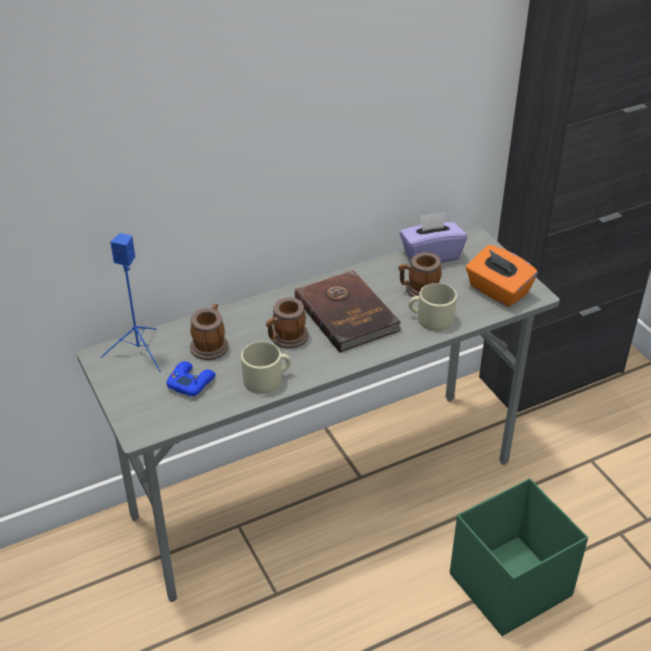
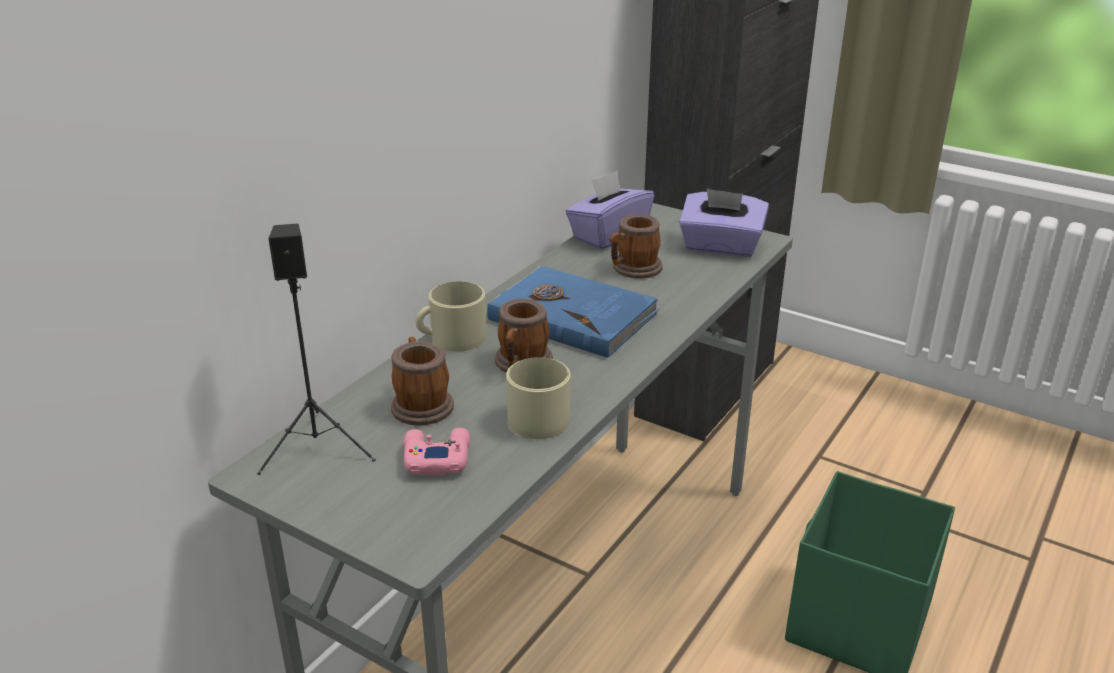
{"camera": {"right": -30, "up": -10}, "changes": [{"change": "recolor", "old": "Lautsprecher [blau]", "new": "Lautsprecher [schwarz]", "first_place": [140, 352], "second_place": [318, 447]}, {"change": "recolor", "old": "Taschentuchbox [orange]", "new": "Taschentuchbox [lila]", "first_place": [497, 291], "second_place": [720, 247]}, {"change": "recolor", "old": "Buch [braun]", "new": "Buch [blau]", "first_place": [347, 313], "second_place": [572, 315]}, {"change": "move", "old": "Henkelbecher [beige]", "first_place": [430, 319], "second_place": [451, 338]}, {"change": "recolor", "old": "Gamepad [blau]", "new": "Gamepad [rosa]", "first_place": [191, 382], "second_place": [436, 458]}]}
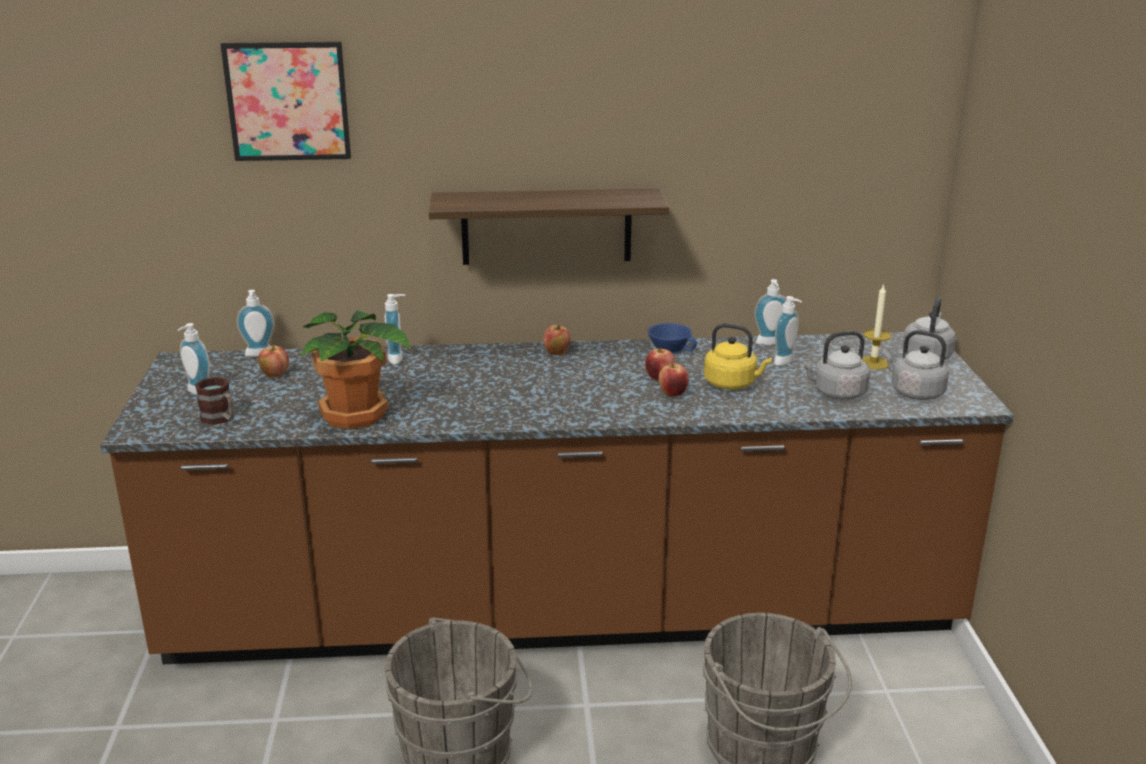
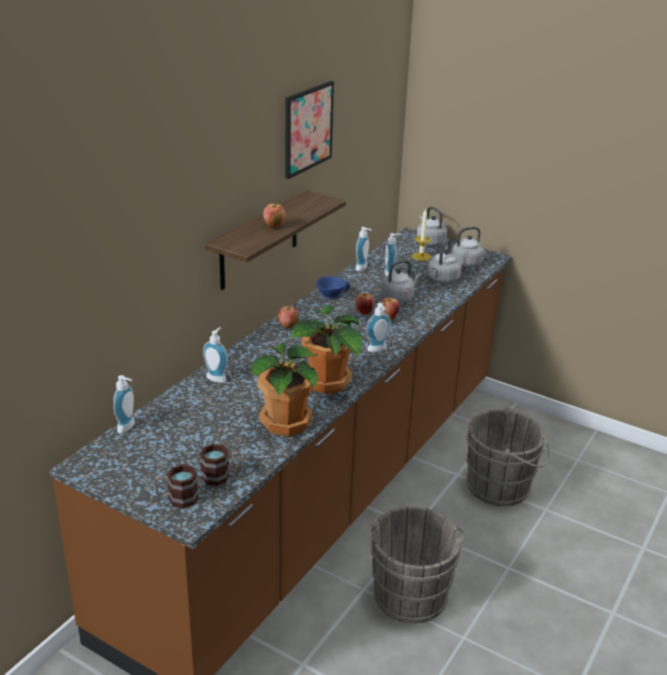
{"camera": {"right": -55, "up": 5}, "changes": [{"change": "move", "old": "Bild", "first_place": [287, 101], "second_place": [308, 128]}, {"change": "move", "old": "Seifenspender", "first_place": [197, 392], "second_place": [378, 350]}, {"change": "recolor", "old": "Wasserkessel [gelb]", "new": "Wasserkessel [grau]", "first_place": [732, 384], "second_place": [398, 298]}, {"change": "move", "old": "Apfel", "first_place": [275, 375], "second_place": [274, 226]}, {"change": "insert", "new": "Topfpflanze", "second_place": [327, 383]}, {"change": "insert", "new": "Henkelbecher", "second_place": [177, 499]}]}
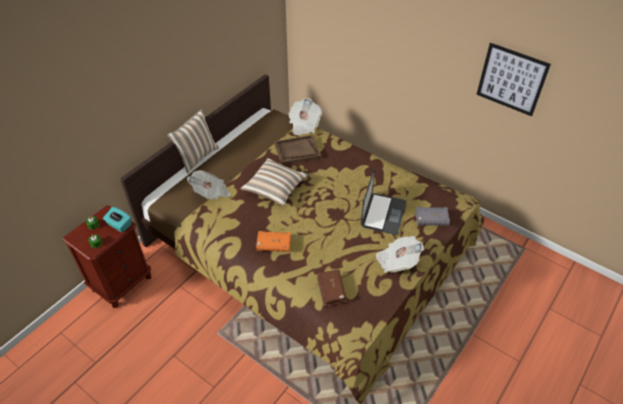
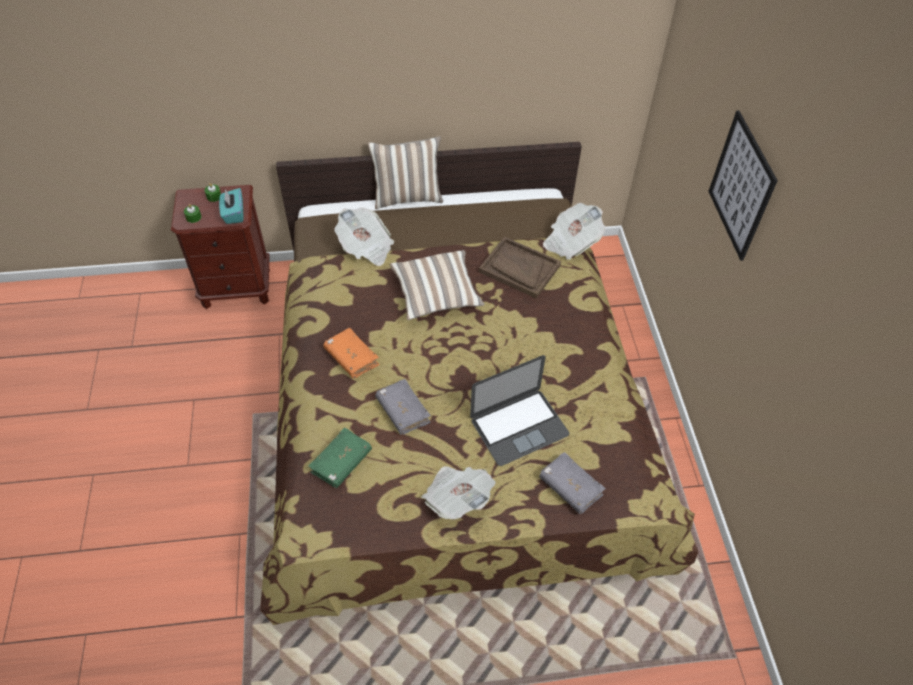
{"camera": {"right": 45, "up": 5}, "changes": [{"change": "move", "old": "Bild", "first_place": [511, 79], "second_place": [741, 186]}, {"change": "recolor", "old": "Buch [braun]", "new": "Buch [grün]", "first_place": [331, 290], "second_place": [341, 462]}, {"change": "insert", "new": "Buch [grau]", "second_place": [403, 411]}]}
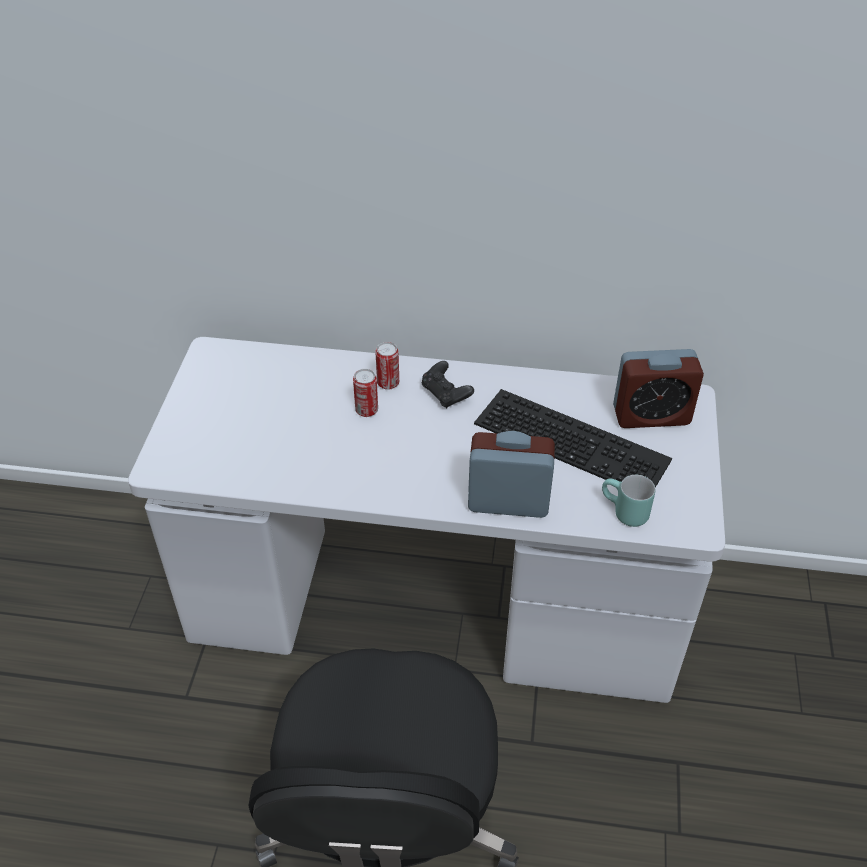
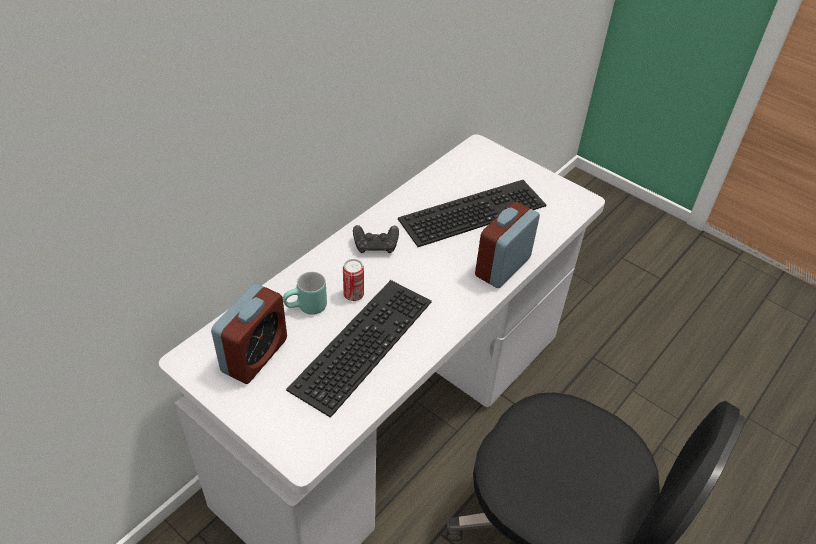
{"camera": {"right": -60, "up": 0}, "changes": [{"change": "delete", "old": "Dose", "first_place": [388, 383]}, {"change": "move", "old": "Wecker", "first_place": [651, 415], "second_place": [254, 355]}, {"change": "move", "old": "Henkelbecher [türkis]", "first_place": [623, 513], "second_place": [307, 309]}, {"change": "insert", "new": "Tastatur", "second_place": [361, 341]}]}
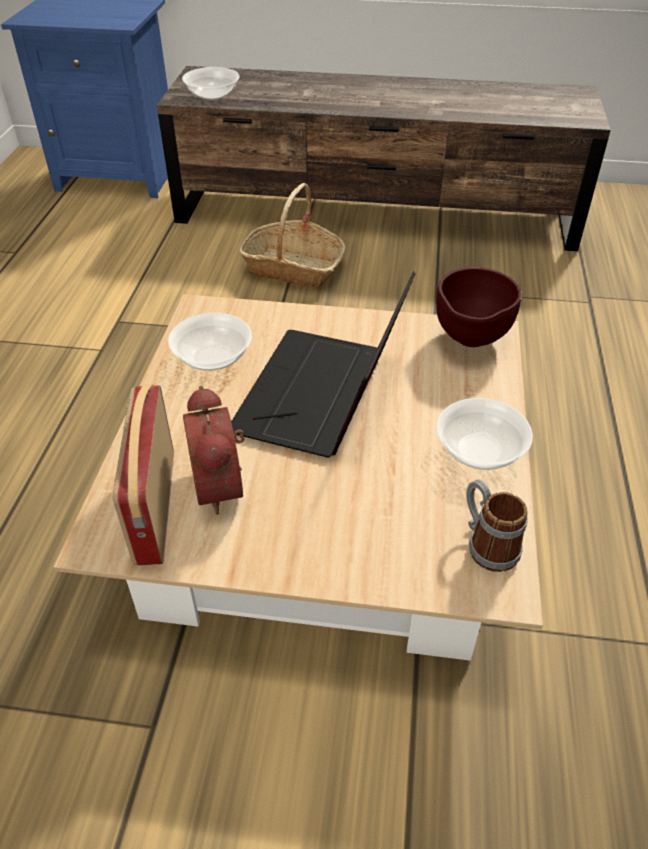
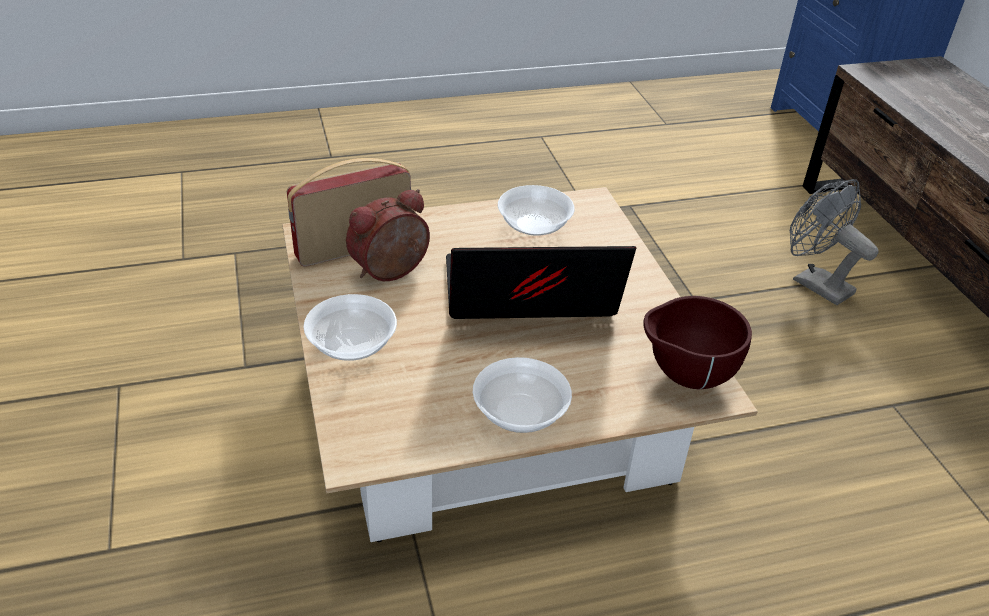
{"camera": {"right": 65, "up": -5}, "changes": [{"change": "move", "old": "Schüssel", "first_place": [213, 95], "second_place": [352, 345]}, {"change": "replace", "old": "Korb", "new": "Ventilator [grau]", "first_place": [293, 268], "second_place": [814, 283]}, {"change": "delete", "old": "Henkelbecher", "first_place": [486, 544]}]}
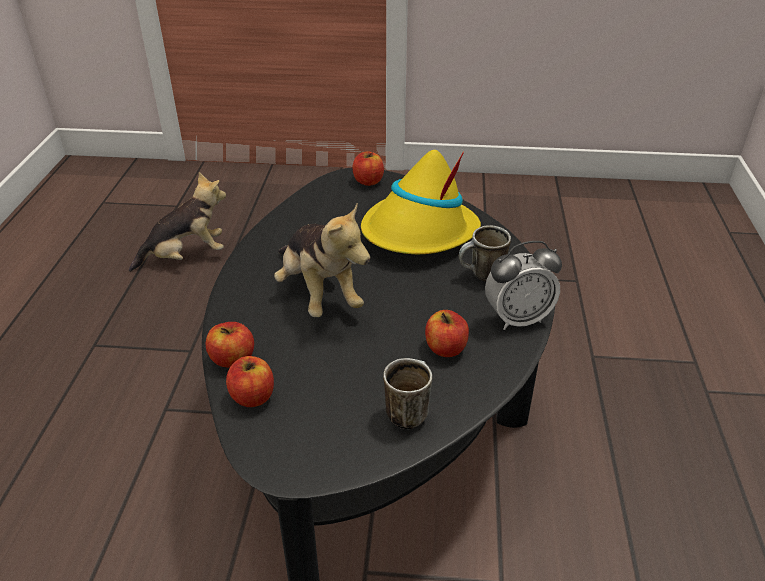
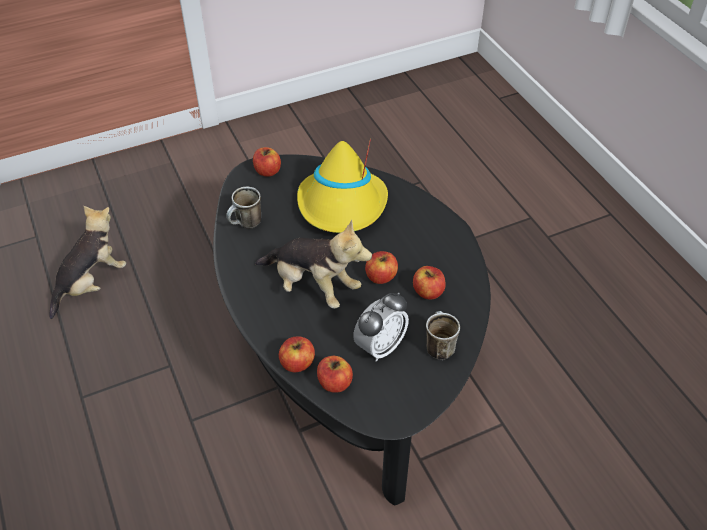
{"camera": {"right": -30, "up": 10}, "changes": [{"change": "move", "old": "Henkelbecher", "first_place": [482, 276], "second_place": [246, 225]}, {"change": "move", "old": "Wecker", "first_place": [517, 319], "second_place": [380, 346]}, {"change": "insert", "new": "Apfel", "second_place": [381, 276]}]}
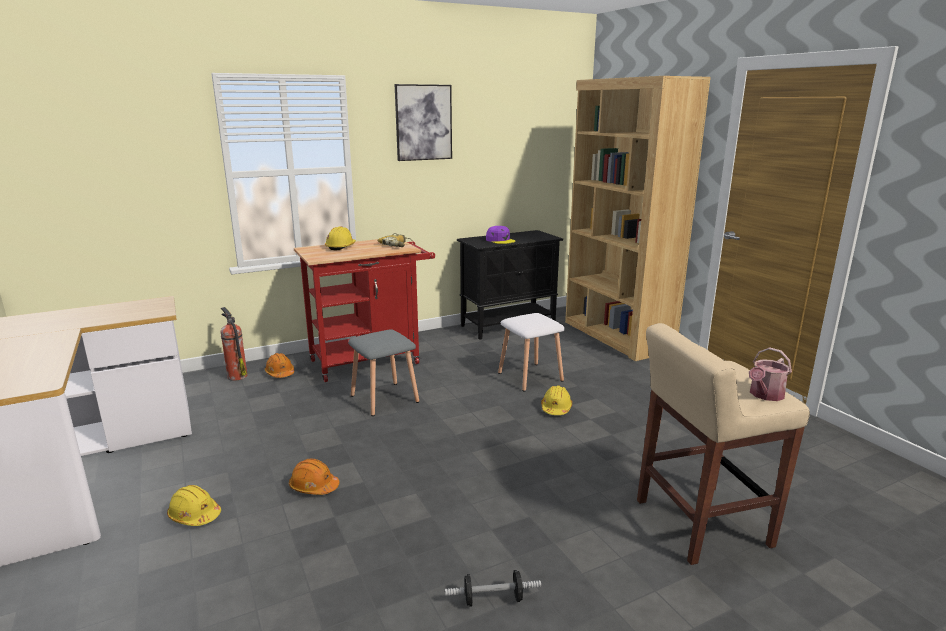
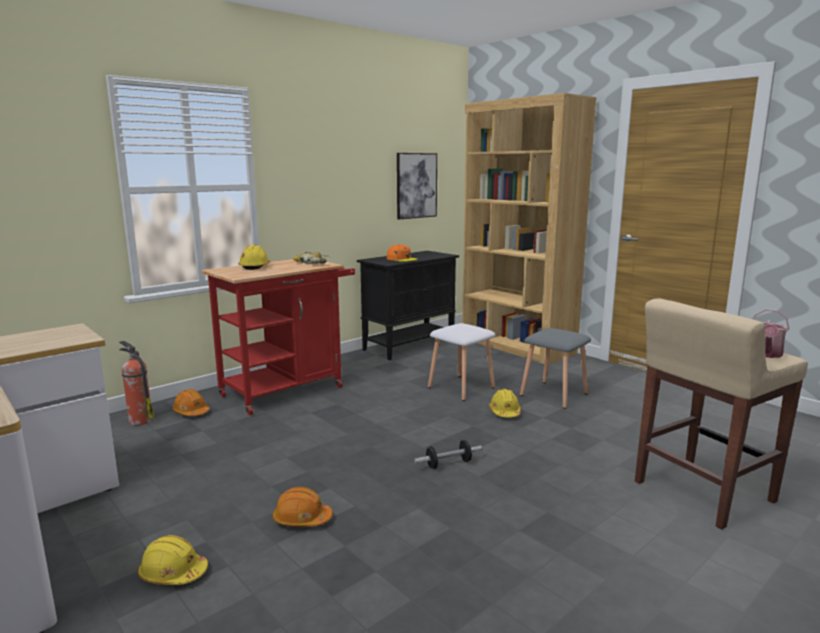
{"camera": {"right": -15, "up": -5}, "changes": [{"change": "move", "old": "Bild", "first_place": [423, 122], "second_place": [416, 185]}, {"change": "recolor", "old": "Kappe [lila]", "new": "Kappe [orange]", "first_place": [500, 240], "second_place": [402, 259]}, {"change": "move", "old": "Hocker [grau]", "first_place": [385, 399], "second_place": [555, 394]}, {"change": "move", "old": "Hantel", "first_place": [493, 599], "second_place": [448, 464]}]}
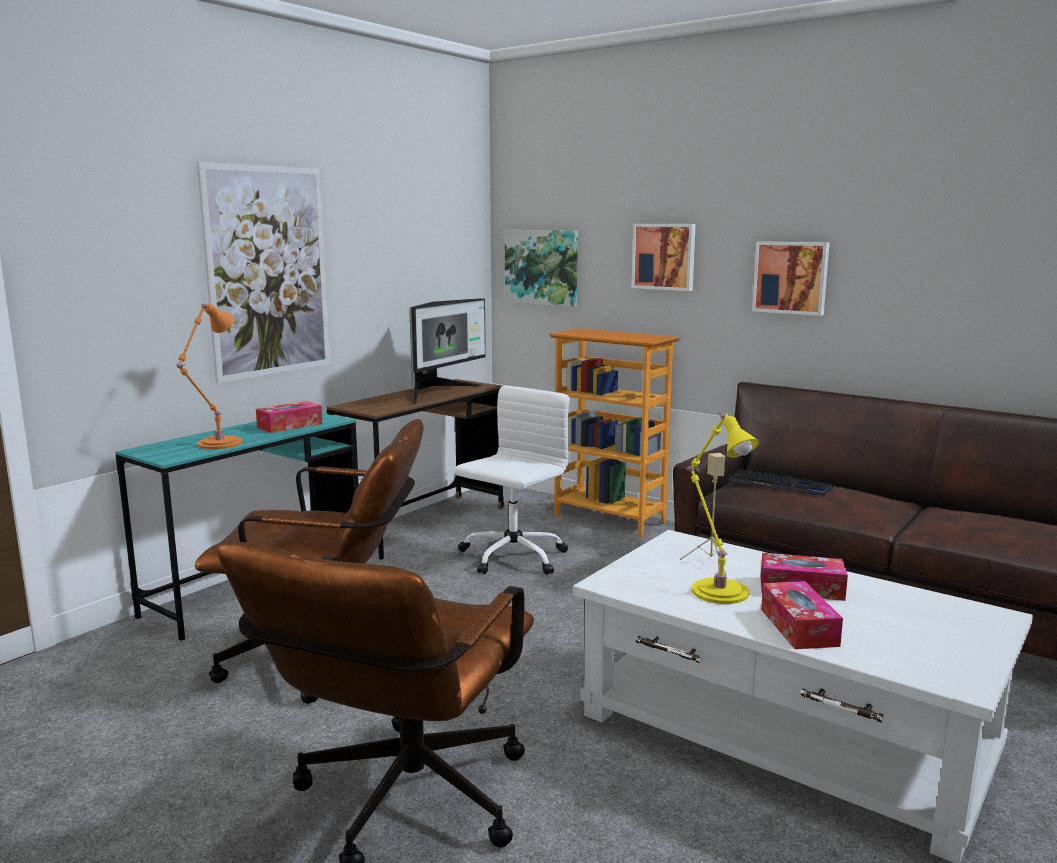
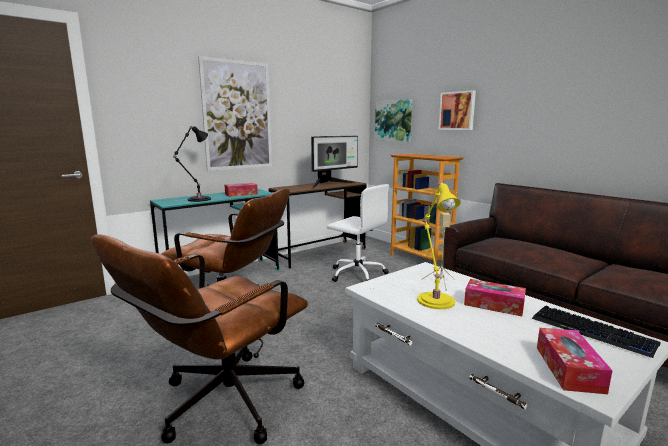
{"camera": {"right": 15, "up": 0}, "changes": [{"change": "delete", "old": "Bild", "first_place": [791, 277]}, {"change": "recolor", "old": "Tischlampe [orange]", "new": "Tischlampe [schwarz]", "first_place": [217, 444], "second_place": [197, 199]}, {"change": "rotate", "old": "Bürostuhl [weiß]", "first_place": [512, 557], "second_place": [357, 274], "degrees": 75}, {"change": "move", "old": "Tastatur", "first_place": [780, 485], "second_place": [592, 331]}, {"change": "move", "old": "Taschentuchbox", "first_place": [799, 627], "second_place": [569, 369]}]}
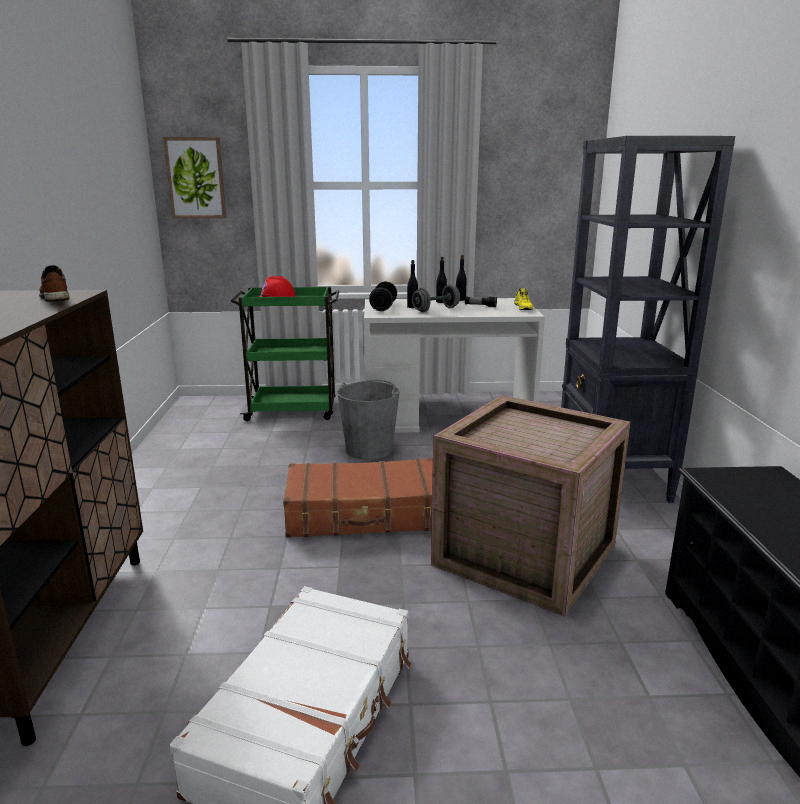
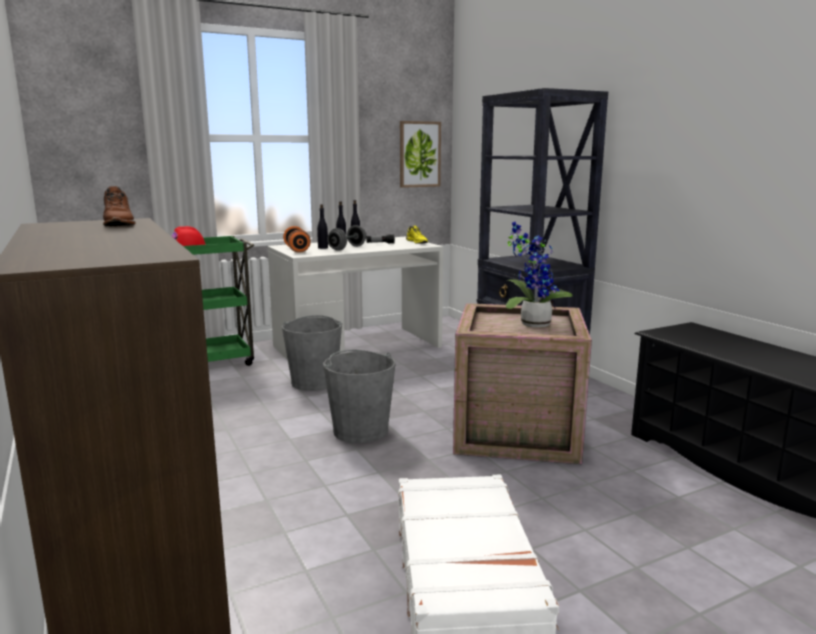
{"camera": {"right": -25, "up": -5}, "changes": [{"change": "move", "old": "Bild", "first_place": [196, 178], "second_place": [419, 154]}, {"change": "rotate", "old": "Schuh [braun]", "first_place": [55, 298], "second_place": [119, 224], "degrees": -150}, {"change": "recolor", "old": "Hantel [schwarz]", "new": "Hantel [orange]", "first_place": [383, 307], "second_place": [297, 250]}, {"change": "replace", "old": "Koffer [braun]", "new": "Eimer [grau]", "first_place": [364, 514], "second_place": [360, 430]}, {"change": "insert", "new": "Topfpflanze", "second_place": [531, 324]}]}
